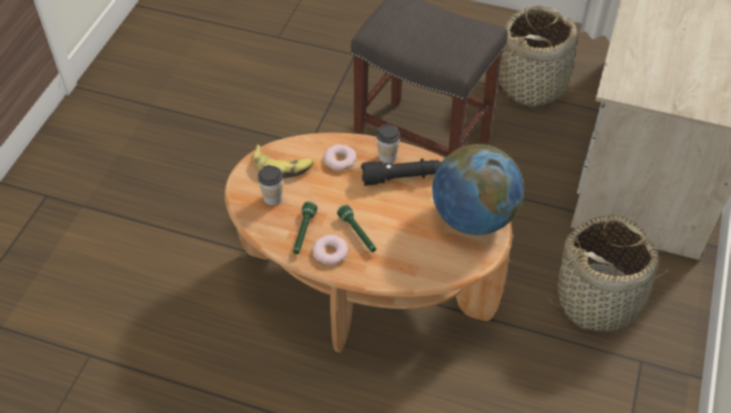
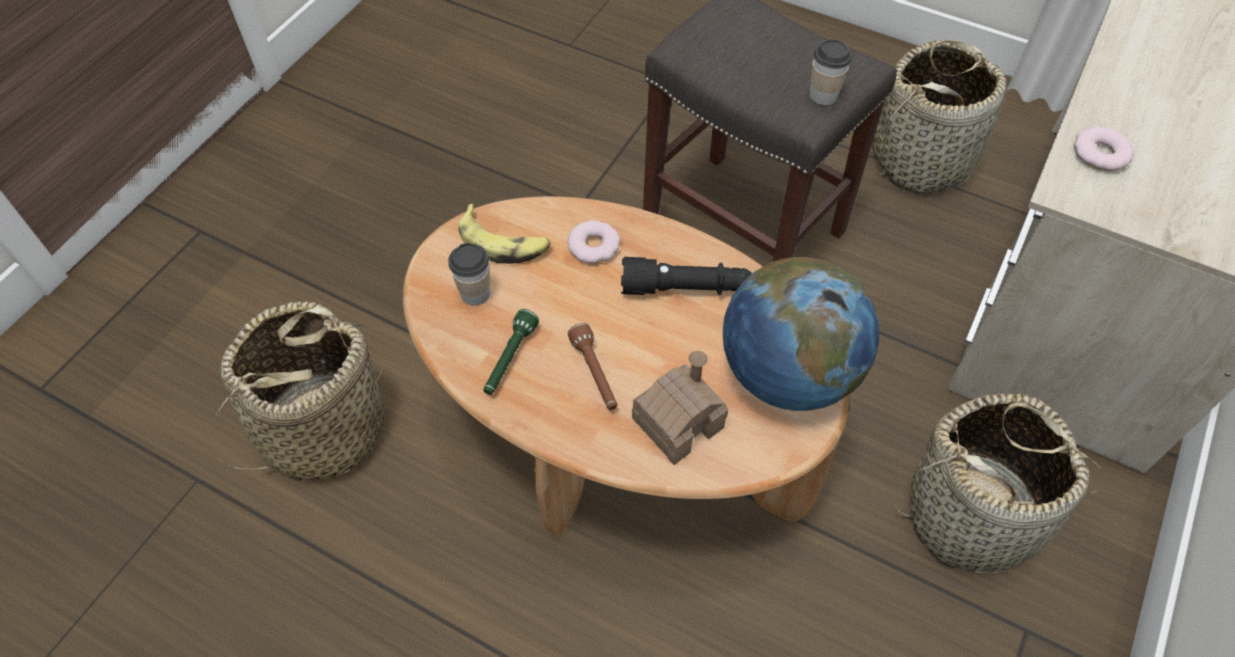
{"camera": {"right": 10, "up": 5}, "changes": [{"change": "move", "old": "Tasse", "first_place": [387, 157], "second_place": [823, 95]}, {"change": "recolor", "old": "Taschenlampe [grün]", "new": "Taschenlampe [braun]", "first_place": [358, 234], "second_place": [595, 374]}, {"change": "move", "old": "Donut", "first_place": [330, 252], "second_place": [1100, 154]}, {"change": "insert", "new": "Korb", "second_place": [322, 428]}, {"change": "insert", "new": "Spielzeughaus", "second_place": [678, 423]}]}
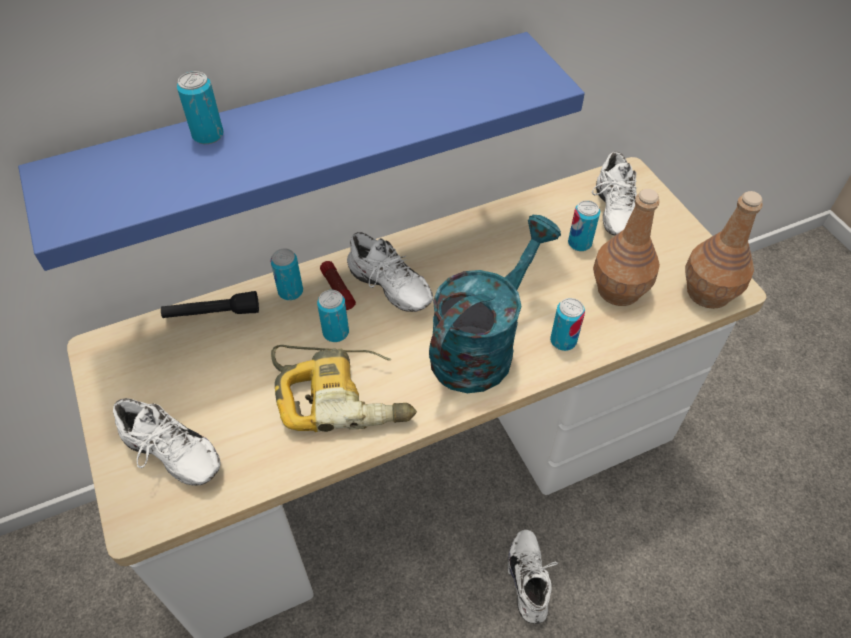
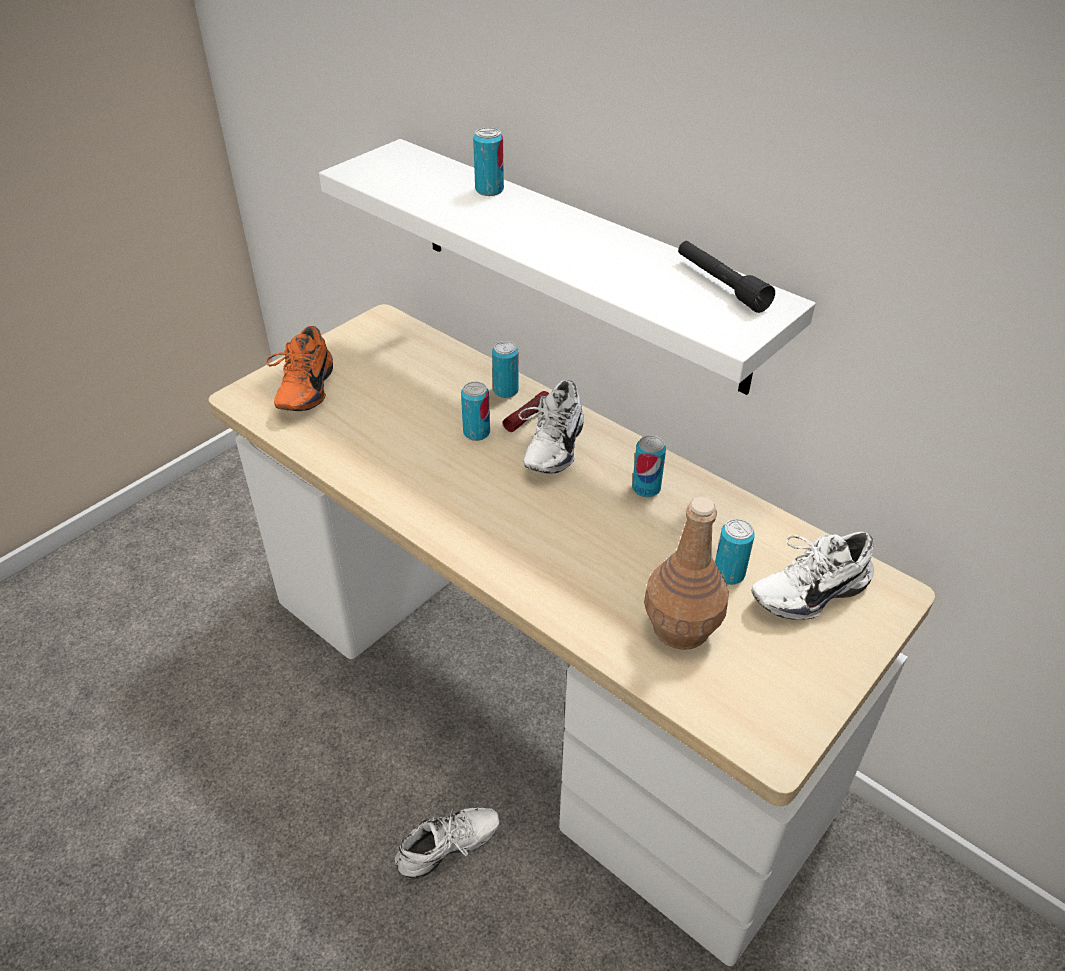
{"camera": {"right": 65, "up": -10}, "changes": [{"change": "recolor", "old": "Wandregal [blau]", "new": "Wandregal [weiß]", "first_place": [302, 140], "second_place": [578, 263]}, {"change": "delete", "old": "Flasche [braun]", "first_place": [709, 292]}, {"change": "delete", "old": "Gießkanne [türkis]", "first_place": [481, 345]}, {"change": "move", "old": "Taschenlampe [schwarz]", "first_place": [212, 313], "second_place": [720, 285]}, {"change": "move", "old": "Dose", "first_place": [563, 341], "second_place": [646, 488]}, {"change": "delete", "old": "Bohrmaschine", "first_place": [343, 394]}, {"change": "recolor", "old": "Schuh [weiß]", "new": "Schuh [orange]", "first_place": [169, 456], "second_place": [302, 390]}]}
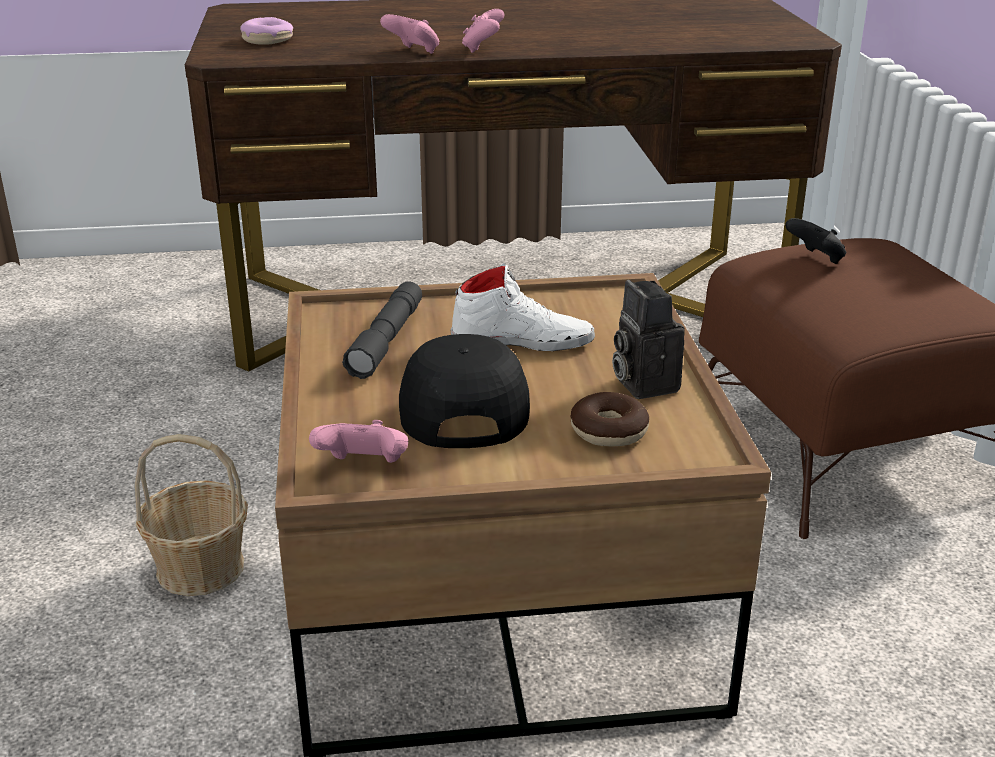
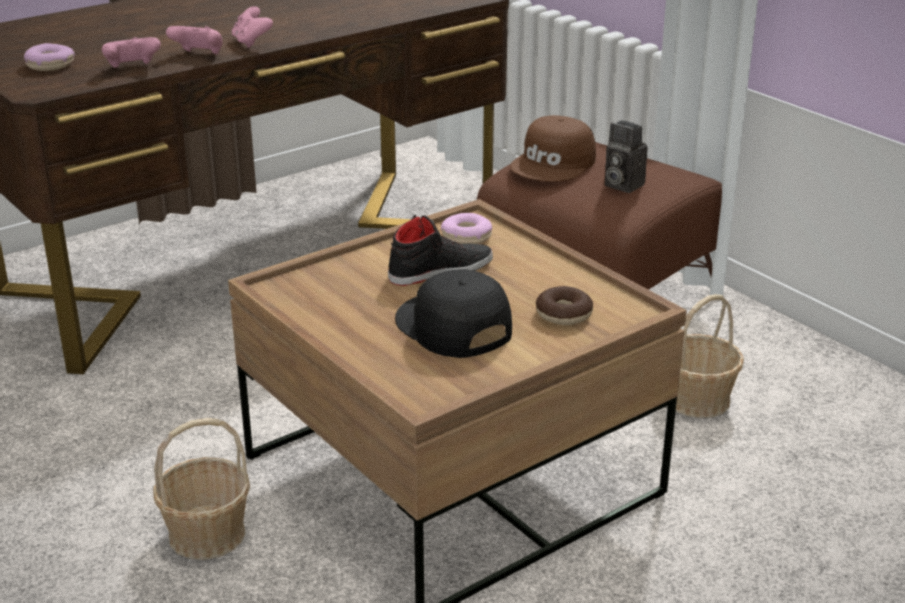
{"camera": {"right": -30, "up": 0}, "changes": [{"change": "replace", "old": "Gamepad [schwarz]", "new": "Kappe [braun]", "first_place": [816, 259], "second_place": [554, 163]}, {"change": "recolor", "old": "Schuh [weiß]", "new": "Schuh [schwarz]", "first_place": [522, 340], "second_place": [440, 270]}, {"change": "move", "old": "Kamera", "first_place": [642, 383], "second_place": [621, 185]}, {"change": "delete", "old": "Taschenlampe [grau]", "first_place": [386, 340]}, {"change": "move", "old": "Gamepad [rosa]", "first_place": [364, 467], "second_place": [132, 68]}, {"change": "insert", "new": "Donut", "second_place": [466, 237]}, {"change": "insert", "new": "Korb", "second_place": [698, 399]}]}
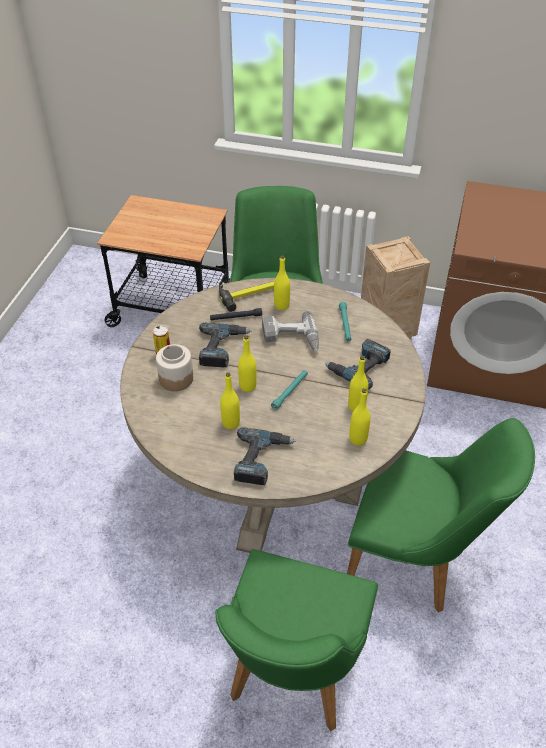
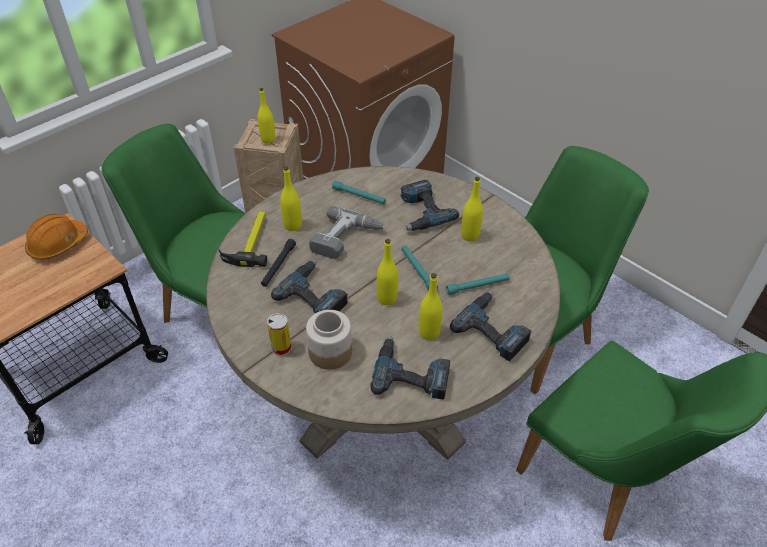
{"camera": {"right": -60, "up": 0}, "changes": [{"change": "move", "old": "Flasche [gelb]", "first_place": [358, 439], "second_place": [268, 139]}, {"change": "insert", "new": "Schutzhelm [orange]", "second_place": [58, 244]}, {"change": "insert", "new": "Taschenlampe [türkis]", "second_place": [477, 286]}, {"change": "insert", "new": "Bohrmaschine", "second_place": [411, 373]}]}
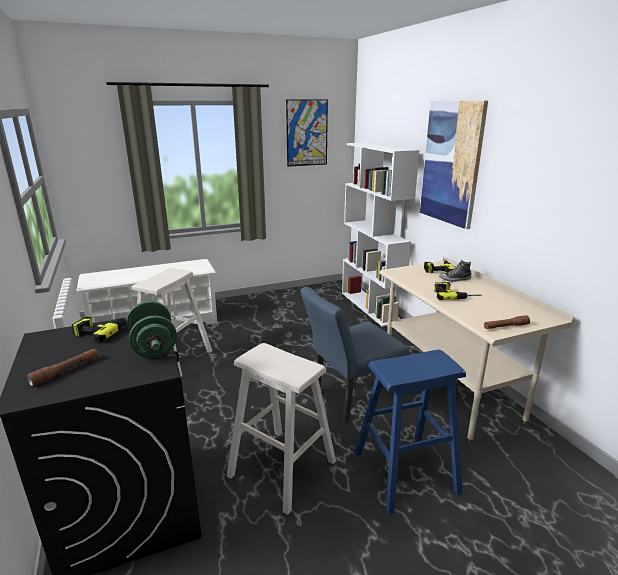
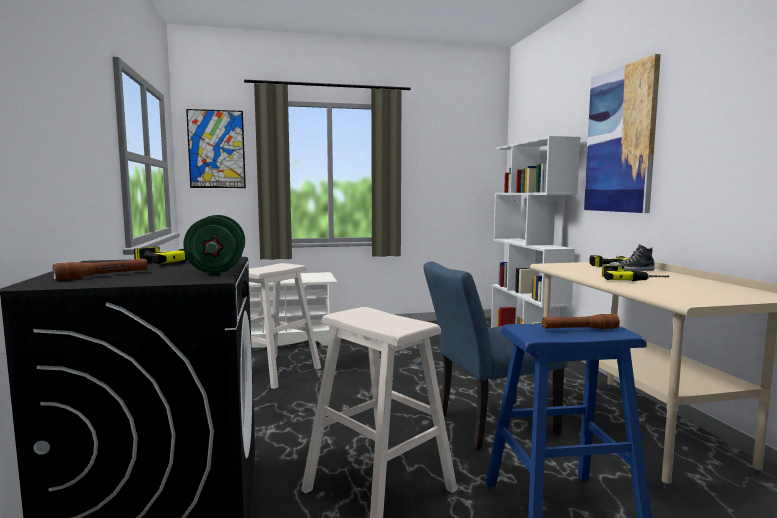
{"camera": {"right": 10, "up": -15}, "changes": [{"change": "move", "old": "Bild", "first_place": [307, 133], "second_place": [216, 149]}, {"change": "move", "old": "Taschenlampe [braun]", "first_place": [505, 326], "second_place": [579, 329]}]}
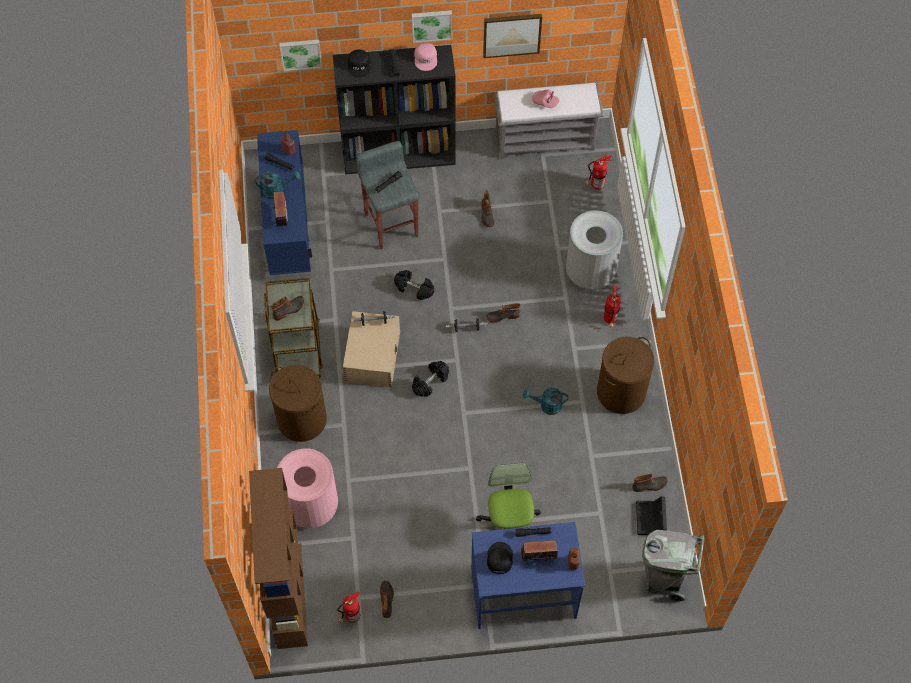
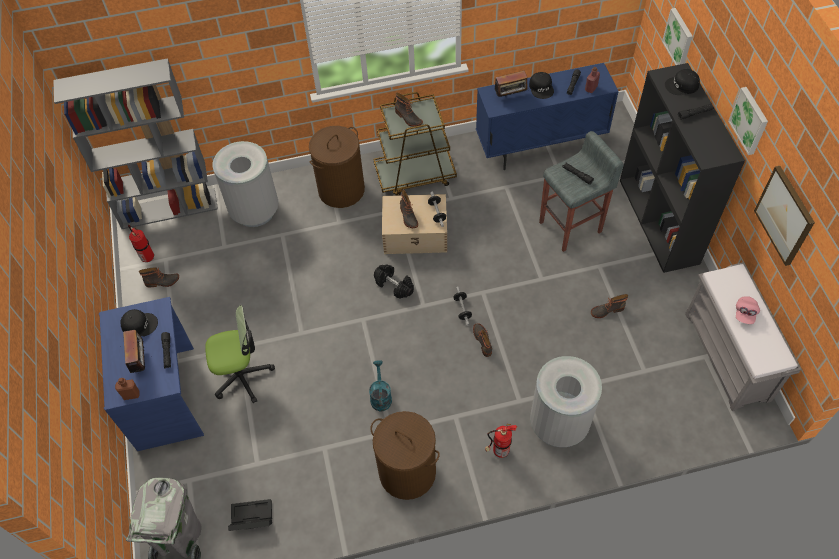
{"camera": {"right": 85, "up": -5}, "changes": [{"change": "delete", "old": "Kappe [rosa]", "first_place": [426, 58]}, {"change": "delete", "old": "Feuerlöscher", "first_place": [595, 185]}, {"change": "replace", "old": "Gießkanne [türkis]", "new": "Kappe [schwarz]", "first_place": [277, 190], "second_place": [541, 88]}, {"change": "delete", "old": "Hantel [schwarz]", "first_place": [414, 289]}, {"change": "recolor", "old": "Mülleimer [rosa]", "new": "Mülleimer [grau]", "first_place": [311, 506], "second_place": [255, 210]}, {"change": "recolor", "old": "Bücherregal [braun]", "new": "Bücherregal [grau]", "first_place": [288, 595], "second_place": [169, 208]}, {"change": "move", "old": "Stiefel", "first_place": [649, 485], "second_place": [408, 217]}]}
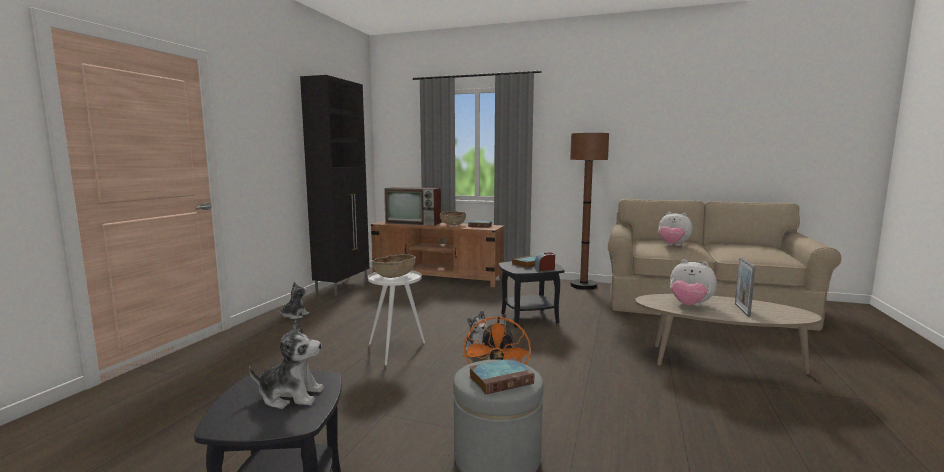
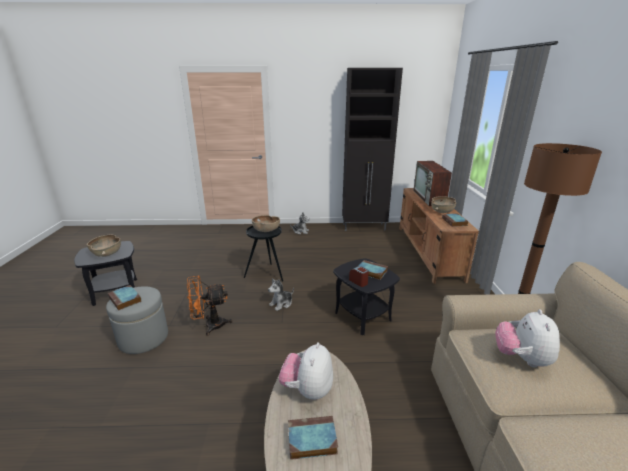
{"camera": {"right": 70, "up": 15}, "changes": [{"change": "replace", "old": "Bilderrahmen", "new": "Buch", "first_place": [742, 310], "second_place": [311, 440]}, {"change": "recolor", "old": "Beistelltisch [weiß]", "new": "Beistelltisch [schwarz]", "first_place": [396, 350], "second_place": [266, 275]}, {"change": "replace", "old": "Plüschtier", "new": "Schüssel [braun]", "first_place": [291, 396], "second_place": [107, 253]}]}
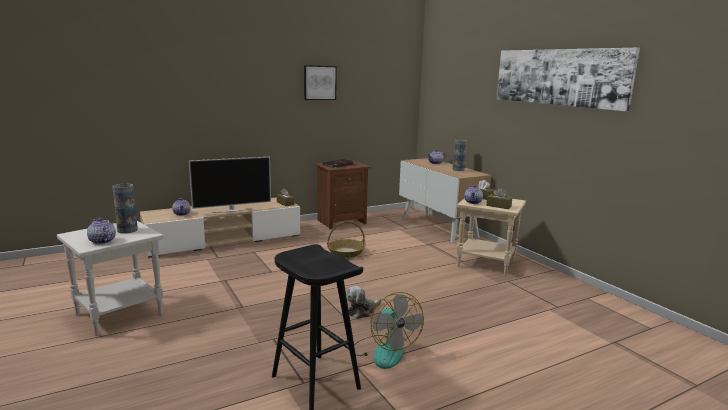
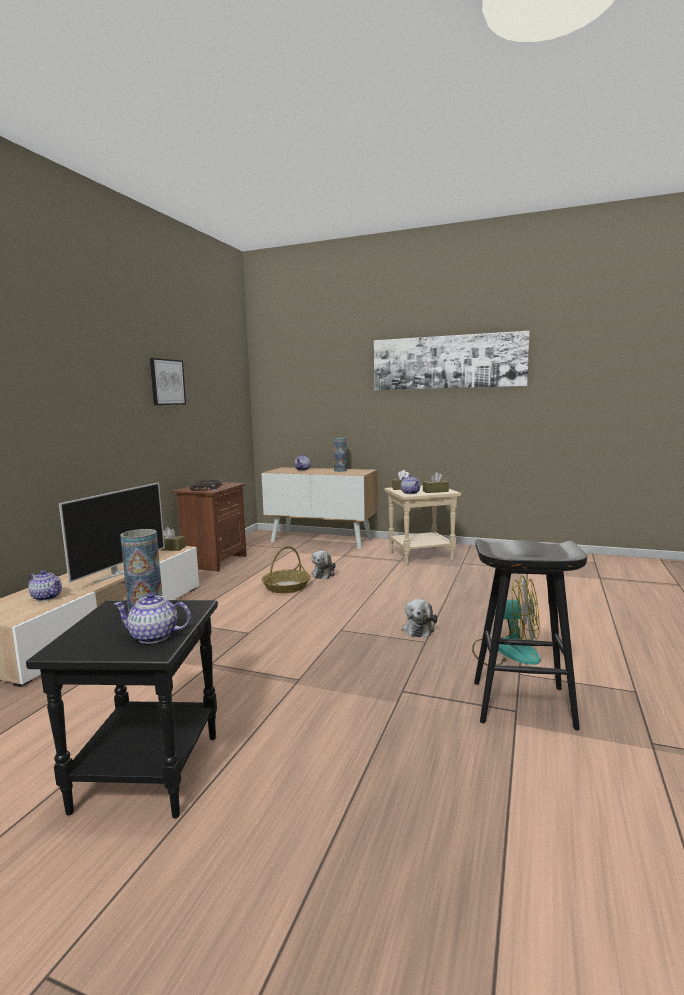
{"camera": {"right": -40, "up": -5}, "changes": [{"change": "recolor", "old": "Beistelltisch [weiß]", "new": "Beistelltisch [schwarz]", "first_place": [119, 315], "second_place": [149, 773]}, {"change": "insert", "new": "Plüschtier", "second_place": [324, 574]}]}
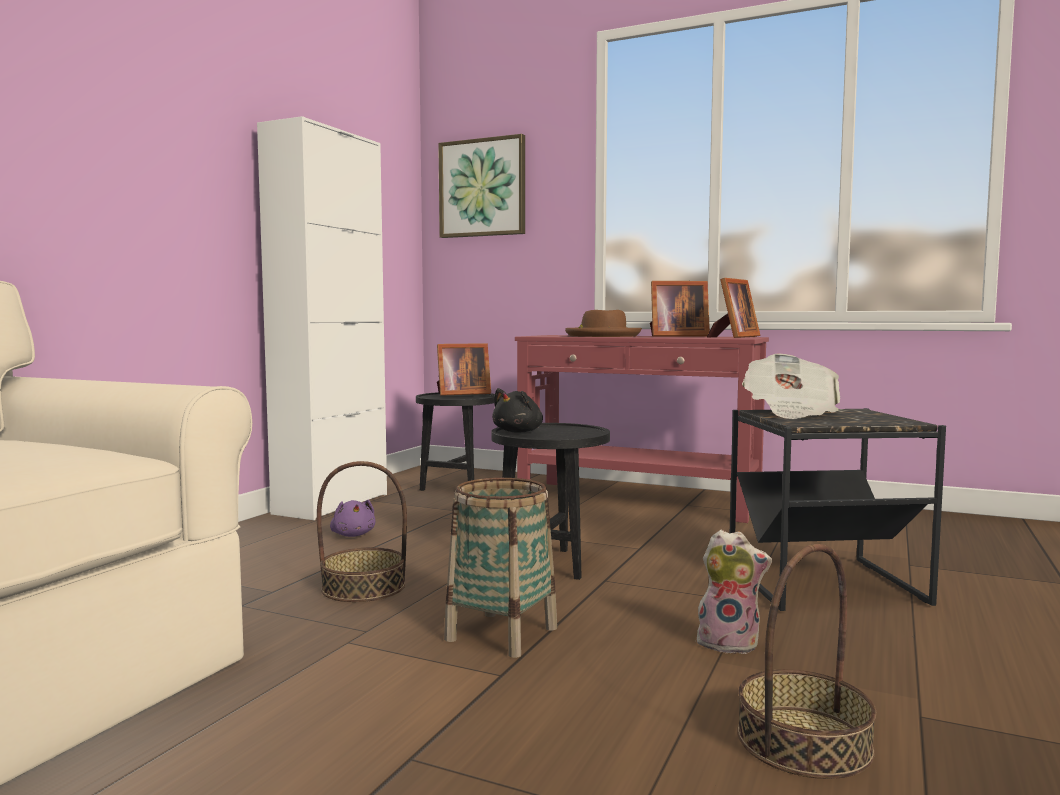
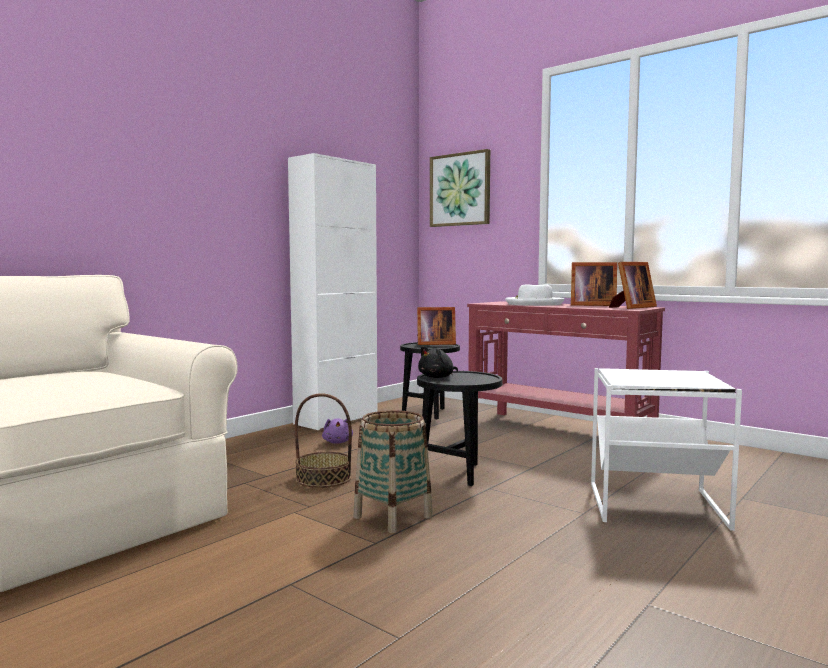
{"camera": {"right": 15, "up": 0}, "changes": [{"change": "recolor", "old": "Hut [braun]", "new": "Hut [weiß]", "first_place": [602, 336], "second_place": [534, 304]}, {"change": "delete", "old": "Zeitung", "first_place": [790, 413]}, {"change": "recolor", "old": "Beistelltisch [schwarz]", "new": "Beistelltisch [weiß]", "first_place": [826, 585], "second_place": [657, 507]}, {"change": "delete", "old": "Plüschtier", "first_place": [729, 643]}, {"change": "delete", "old": "Korb", "first_place": [804, 741]}]}
